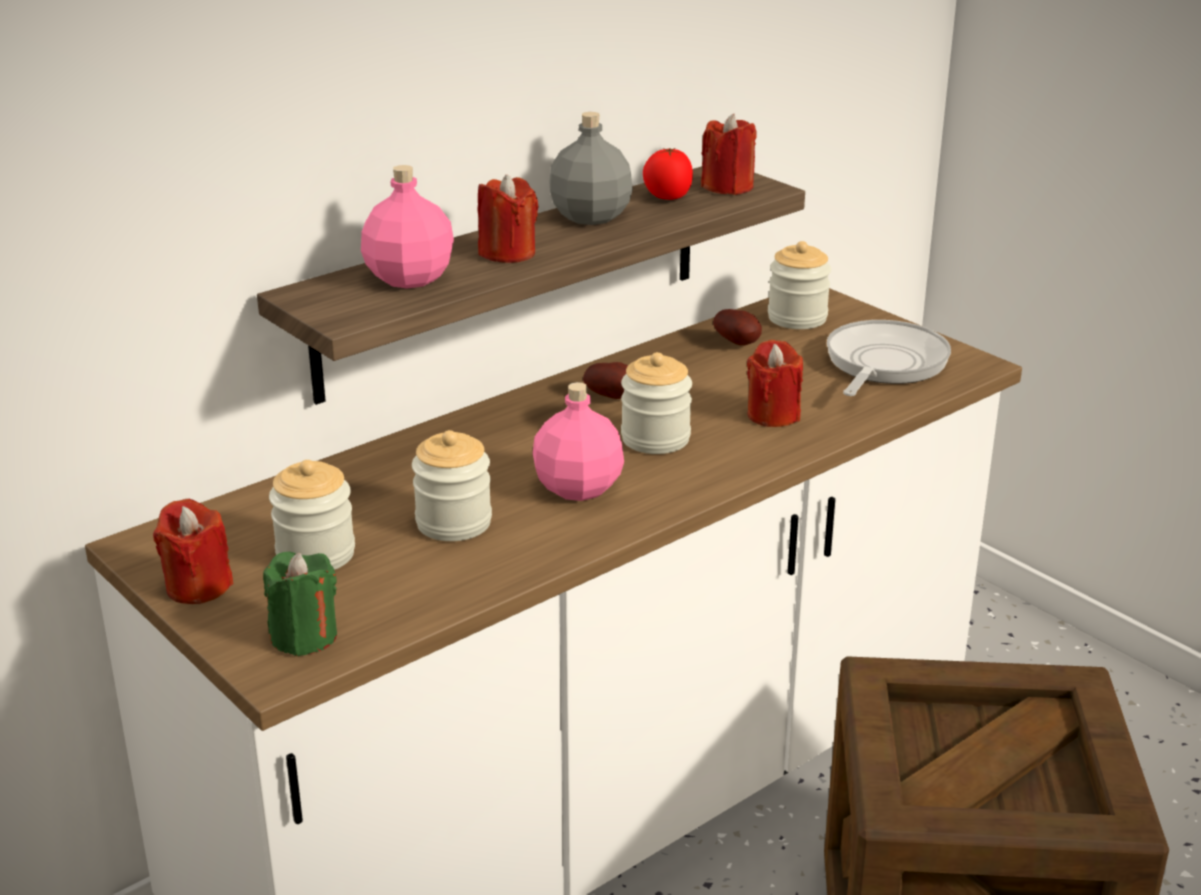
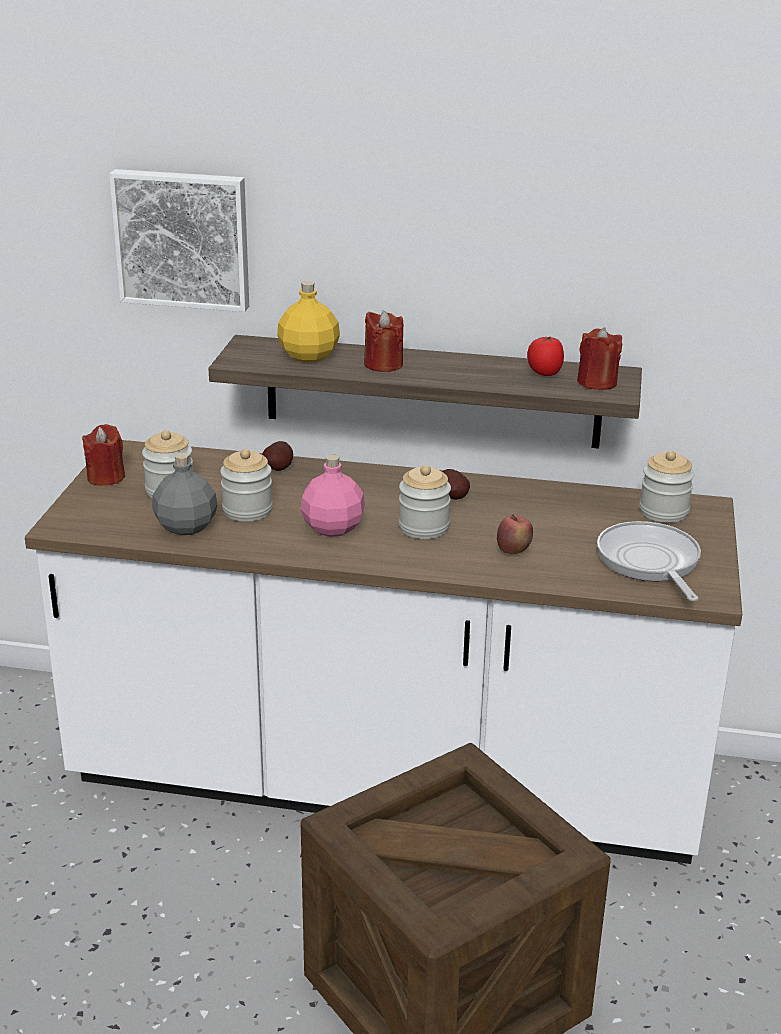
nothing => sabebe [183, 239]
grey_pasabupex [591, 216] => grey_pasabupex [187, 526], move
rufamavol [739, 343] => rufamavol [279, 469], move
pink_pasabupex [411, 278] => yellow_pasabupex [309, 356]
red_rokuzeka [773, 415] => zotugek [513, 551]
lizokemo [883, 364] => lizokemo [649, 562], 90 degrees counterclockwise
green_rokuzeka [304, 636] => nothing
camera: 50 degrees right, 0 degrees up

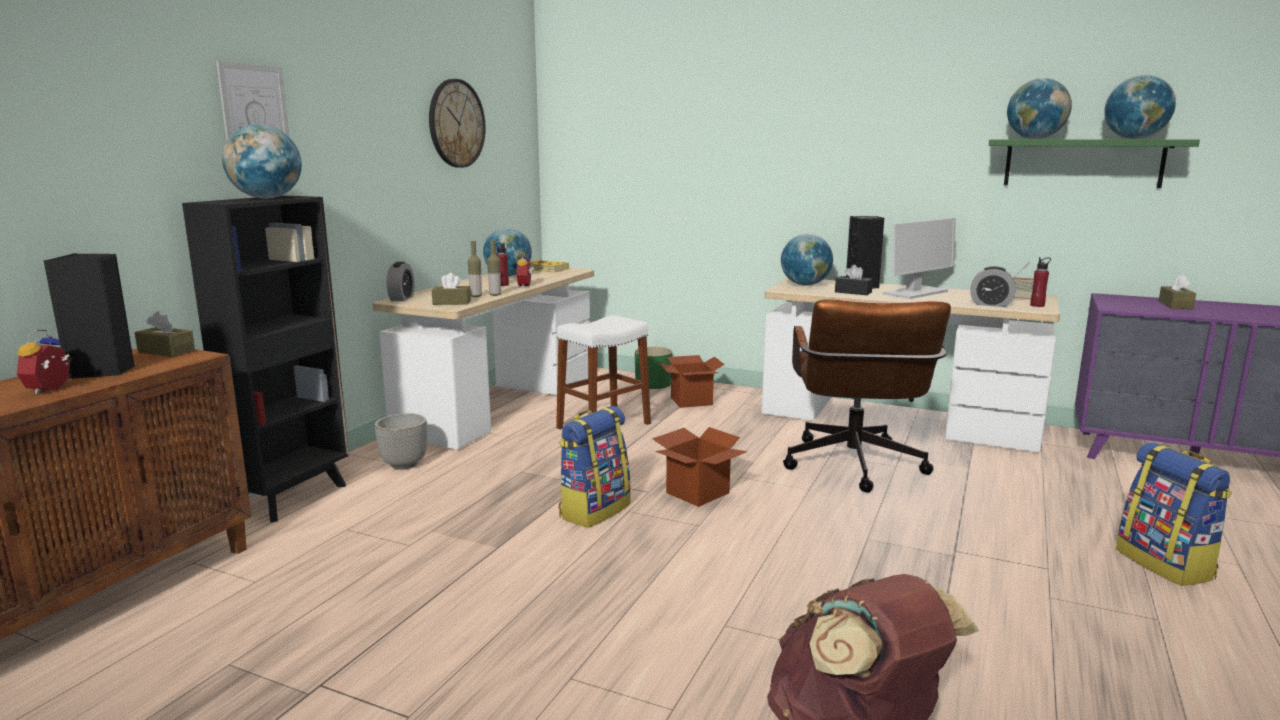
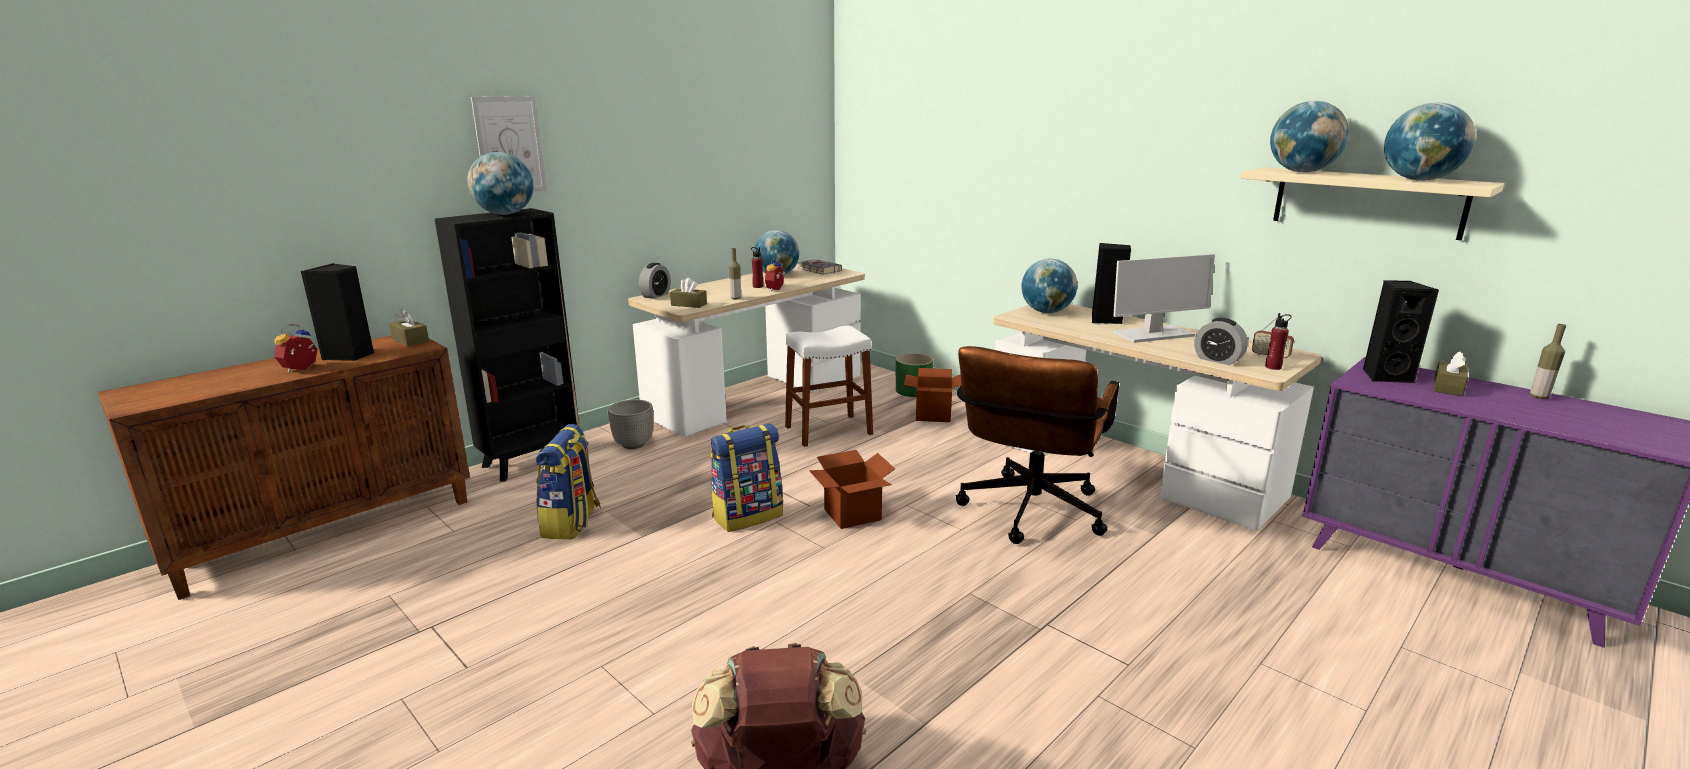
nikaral [1166, 564] => nikaral [572, 523], move
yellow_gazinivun [543, 269] => grey_gazinivun [818, 269]
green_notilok [1082, 163] => beige_notilok [1367, 202]
nothing => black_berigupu [1385, 376]
pasabupex [476, 296] => pasabupex [1539, 397], move
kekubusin [456, 123] => nothing
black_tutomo [853, 292] => nothing
camera: 20 degrees right, 5 degrees up

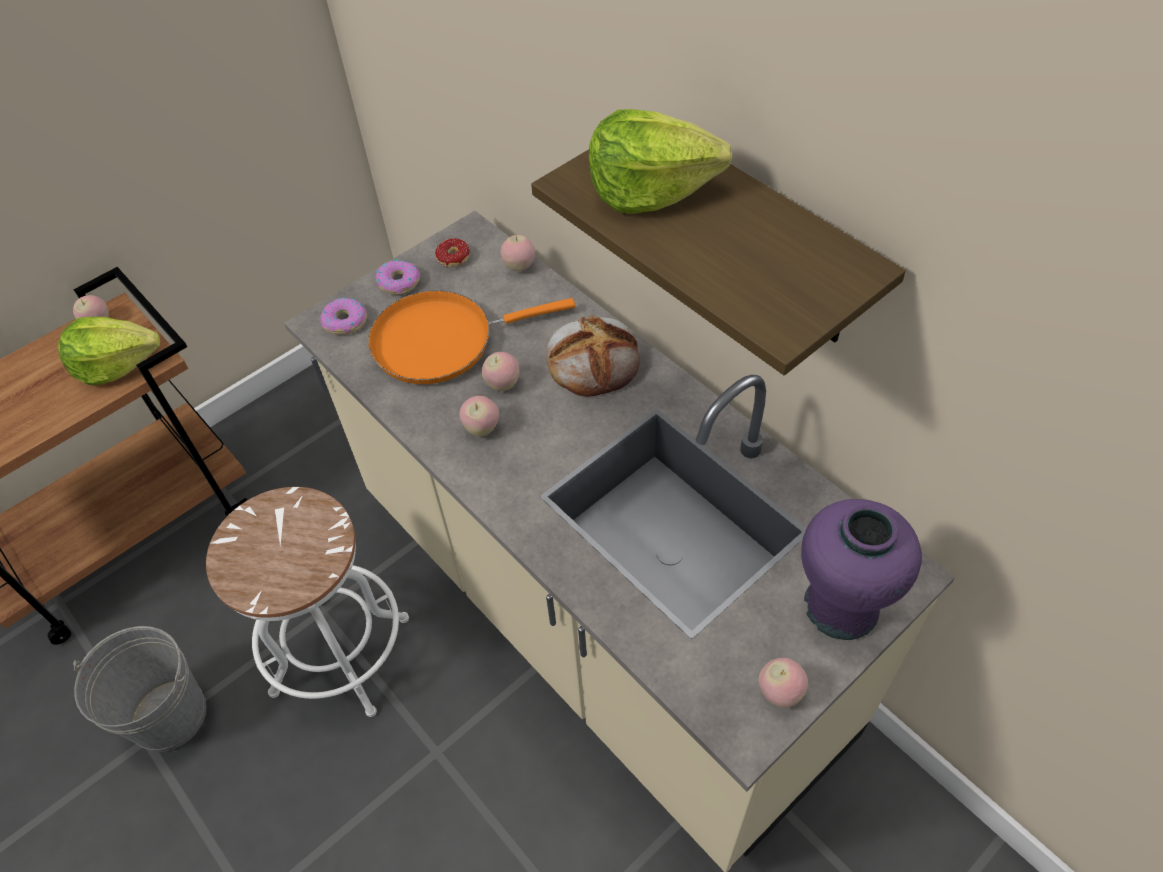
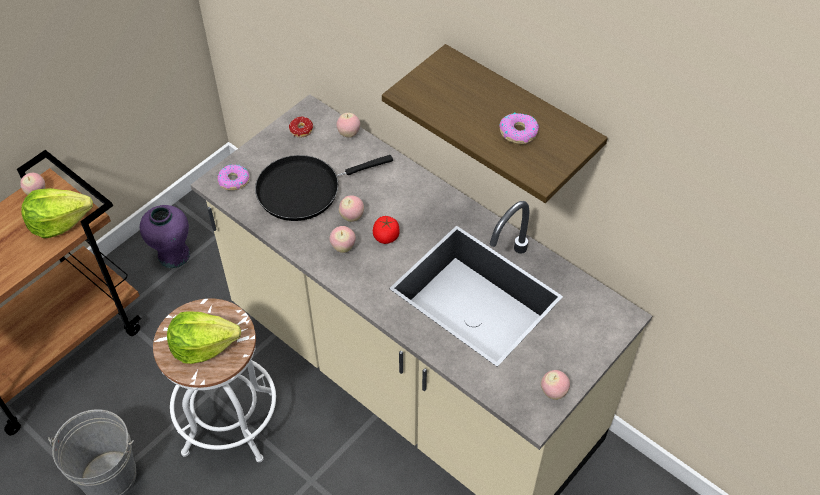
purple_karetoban [841, 608] => purple_karetoban [174, 256], move
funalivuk [650, 190] => funalivuk [203, 345], move
orange_lizokemo [442, 340] => black_lizokemo [304, 190]
nothing => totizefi [386, 236]
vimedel [398, 282] => vimedel [518, 132], move
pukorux [594, 360] => nothing
camera: 10 degrees left, 0 degrees up

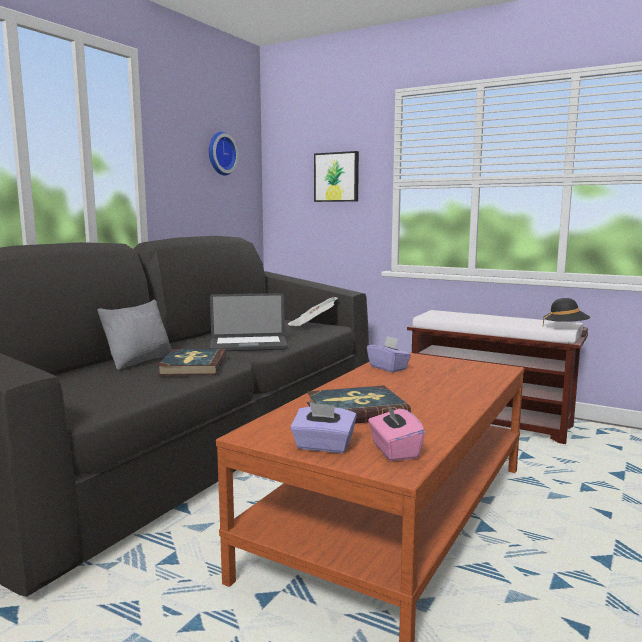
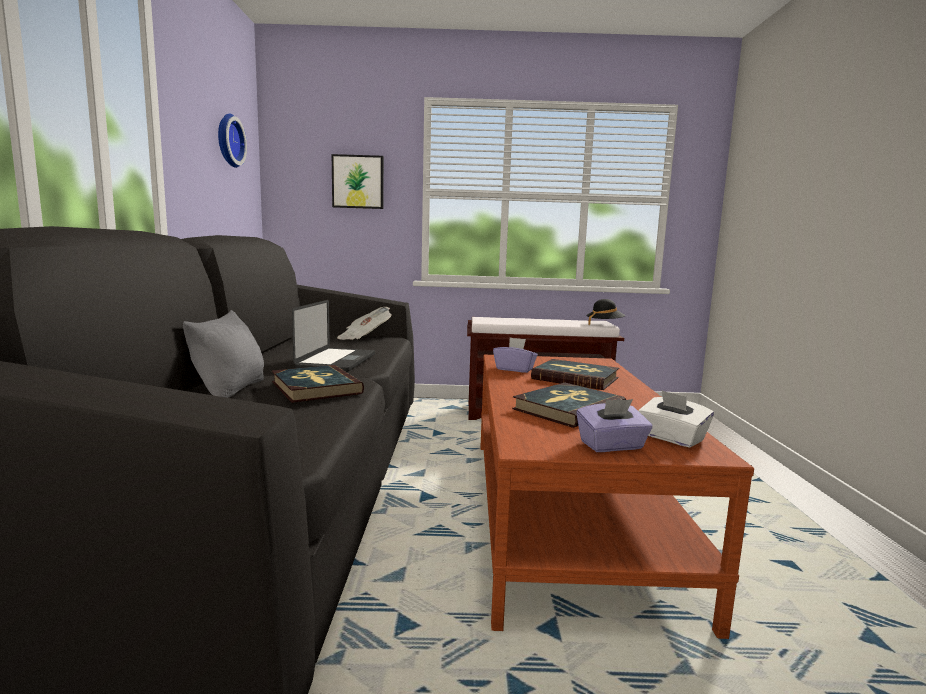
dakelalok [248, 345] => dakelalok [337, 361], 45 degrees counterclockwise
nothing => gazinivun [575, 378]
pink_tutomo [394, 450] => white_tutomo [671, 438]
camera: 30 degrees left, 0 degrees up

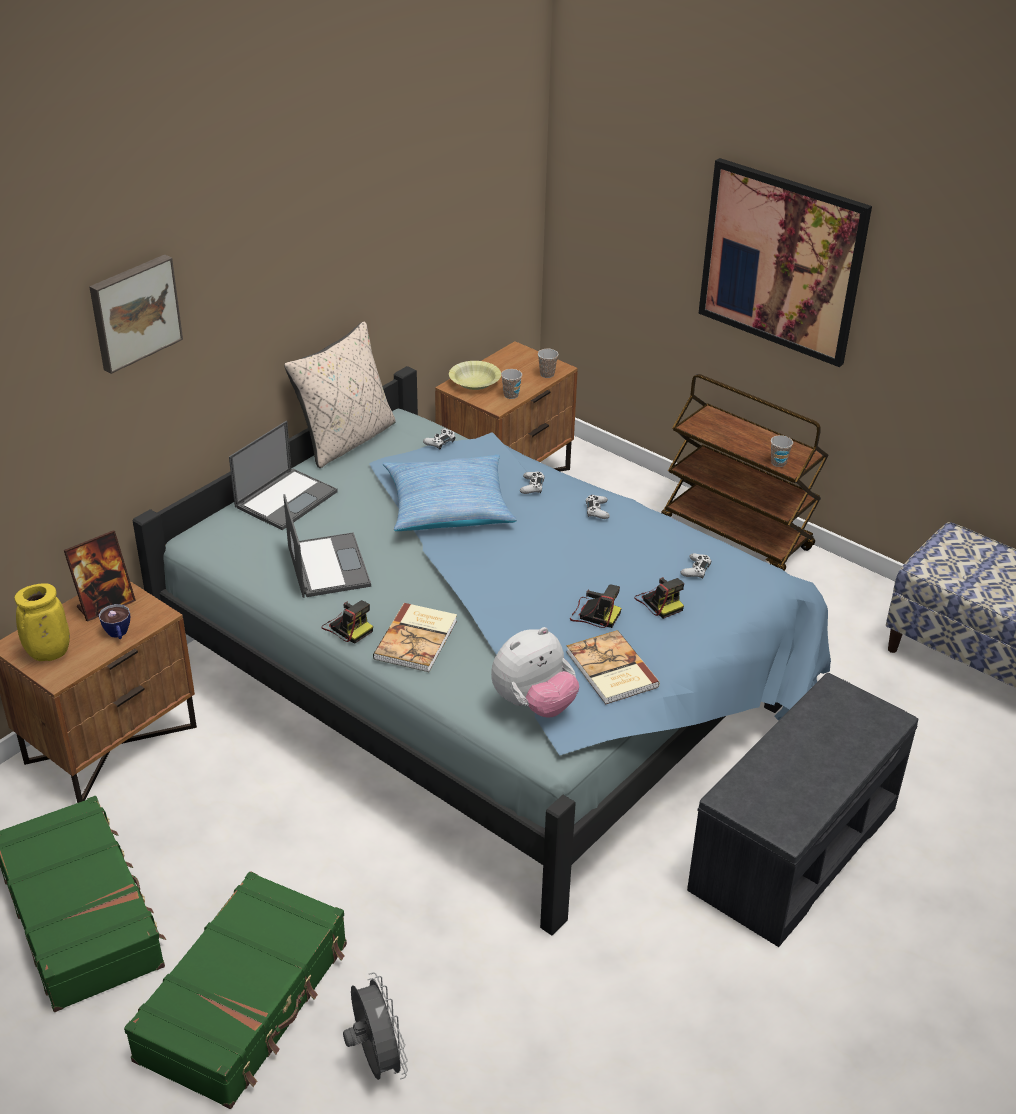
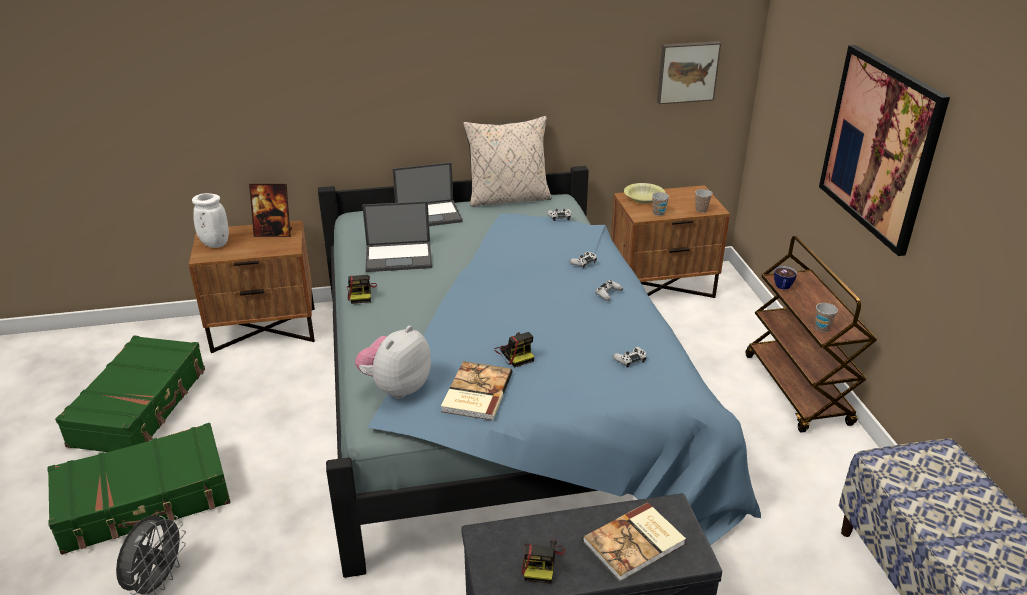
yellow_karetoban [48, 654] => white_karetoban [214, 244]
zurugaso [533, 704] => zurugaso [396, 387], 120 degrees clockwise
dakelalok [327, 565] => dakelalok [399, 257], 60 degrees clockwise
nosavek [659, 602] => nosavek [541, 562], move
gazinivun [418, 639] => gazinivun [635, 543], move
sabebe [134, 312] => sabebe [687, 71], move
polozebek [118, 634] => polozebek [782, 287], move
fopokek [448, 505] => nothing
camera: 40 degrees right, 5 degrees down

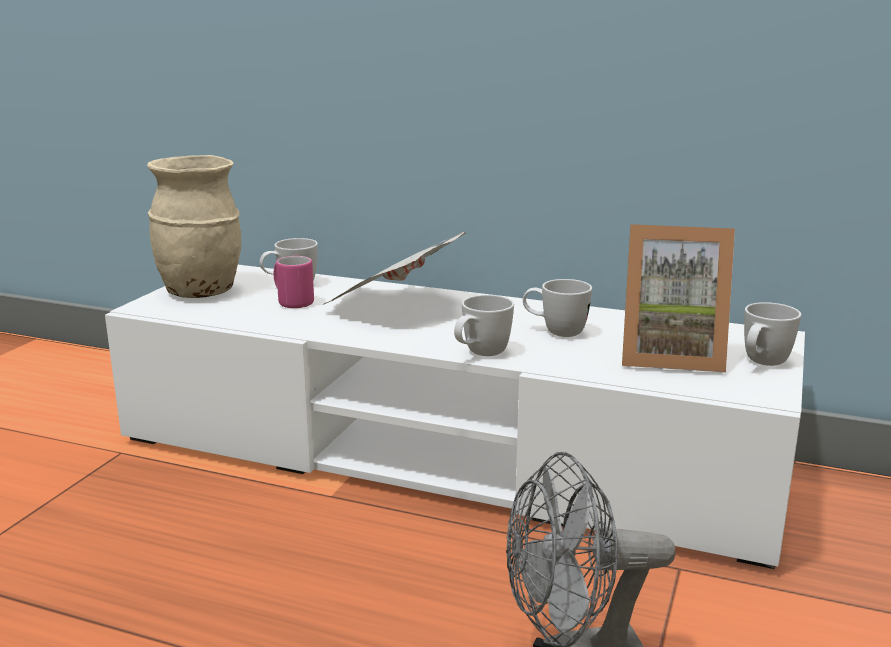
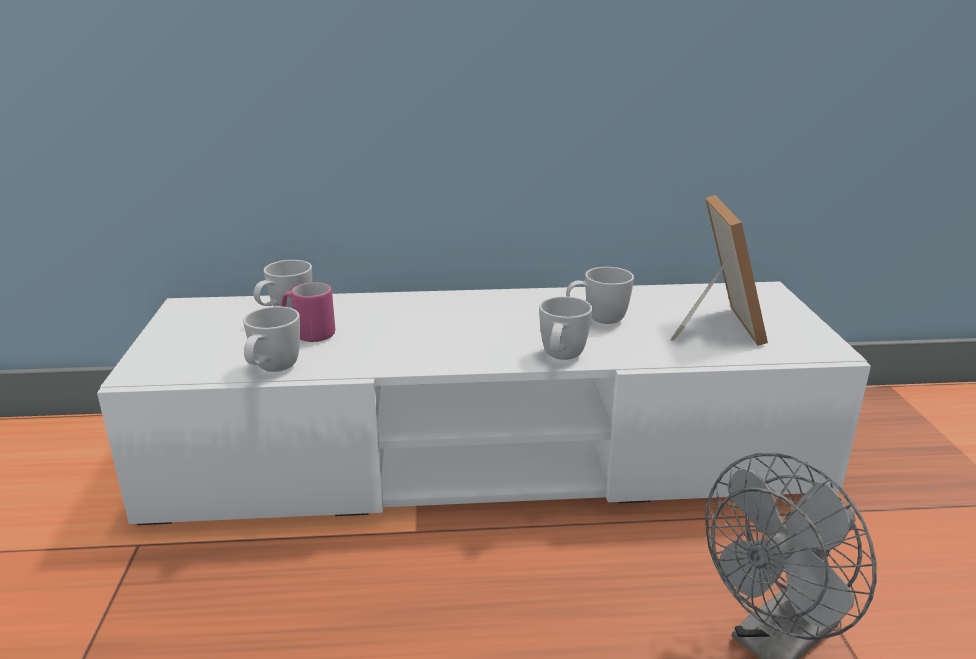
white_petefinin [762, 364] => white_petefinin [272, 371], move
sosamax [670, 356] => sosamax [715, 326], 75 degrees counterclockwise
beige_karetoban [202, 292] => nothing
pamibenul [394, 306] => nothing
camera: 25 degrees left, 5 degrees up

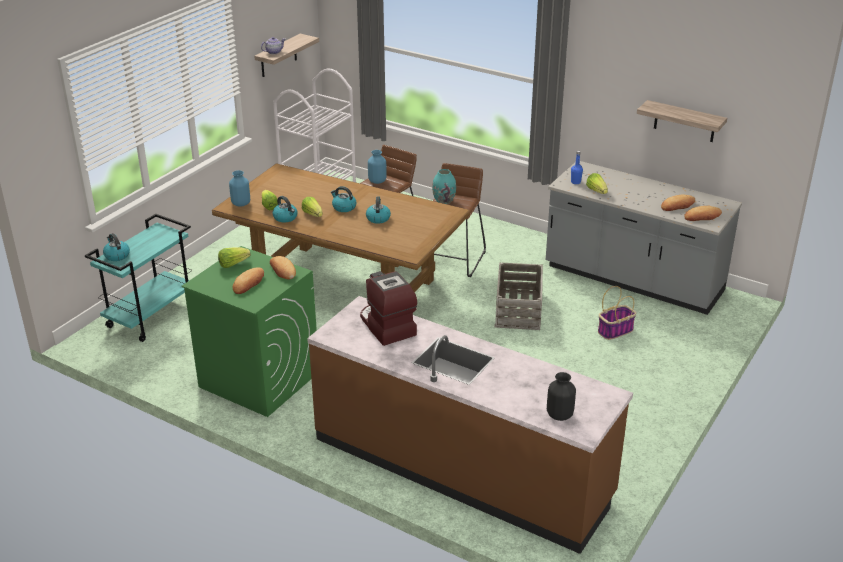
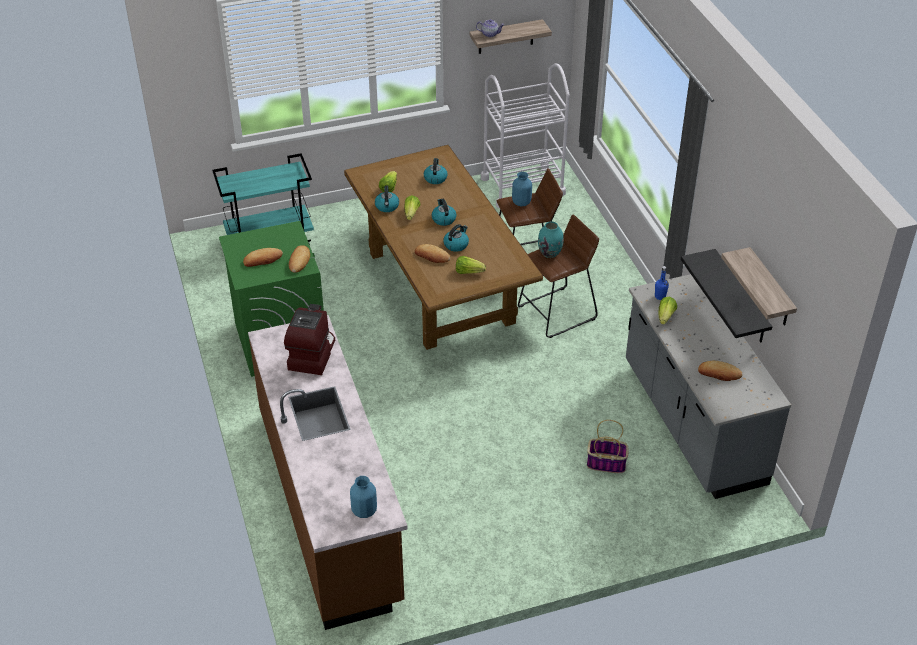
blue_karetoban [241, 203] => blue_karetoban [364, 511], move
pukorux [702, 217] => pukorux [432, 256], move
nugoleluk [116, 255] => nugoleluk [435, 178], move
funalivuk [233, 264] => funalivuk [468, 272], move
nothing => black_notilok [740, 298]
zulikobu [519, 309] => nothing
black_karetoban [559, 415] => nothing
camera: 40 degrees right, 10 degrees up

